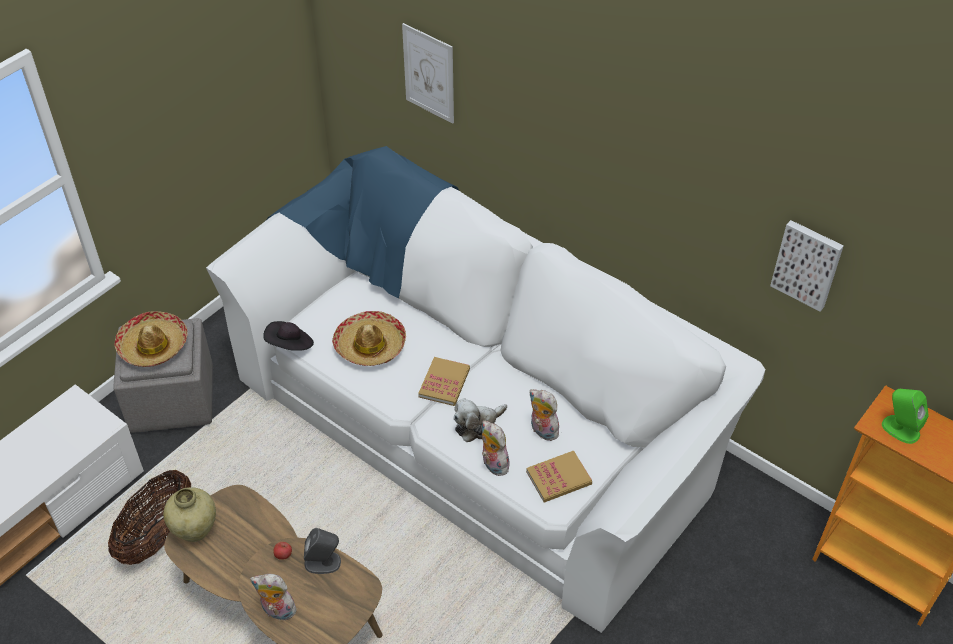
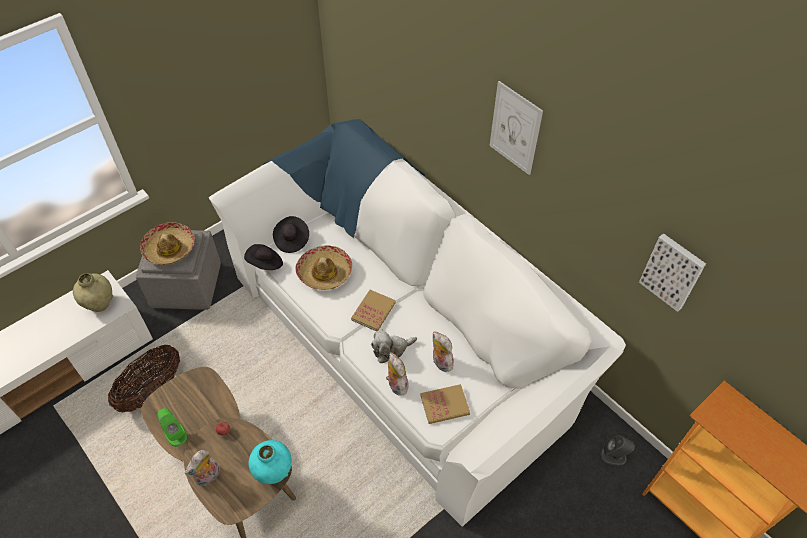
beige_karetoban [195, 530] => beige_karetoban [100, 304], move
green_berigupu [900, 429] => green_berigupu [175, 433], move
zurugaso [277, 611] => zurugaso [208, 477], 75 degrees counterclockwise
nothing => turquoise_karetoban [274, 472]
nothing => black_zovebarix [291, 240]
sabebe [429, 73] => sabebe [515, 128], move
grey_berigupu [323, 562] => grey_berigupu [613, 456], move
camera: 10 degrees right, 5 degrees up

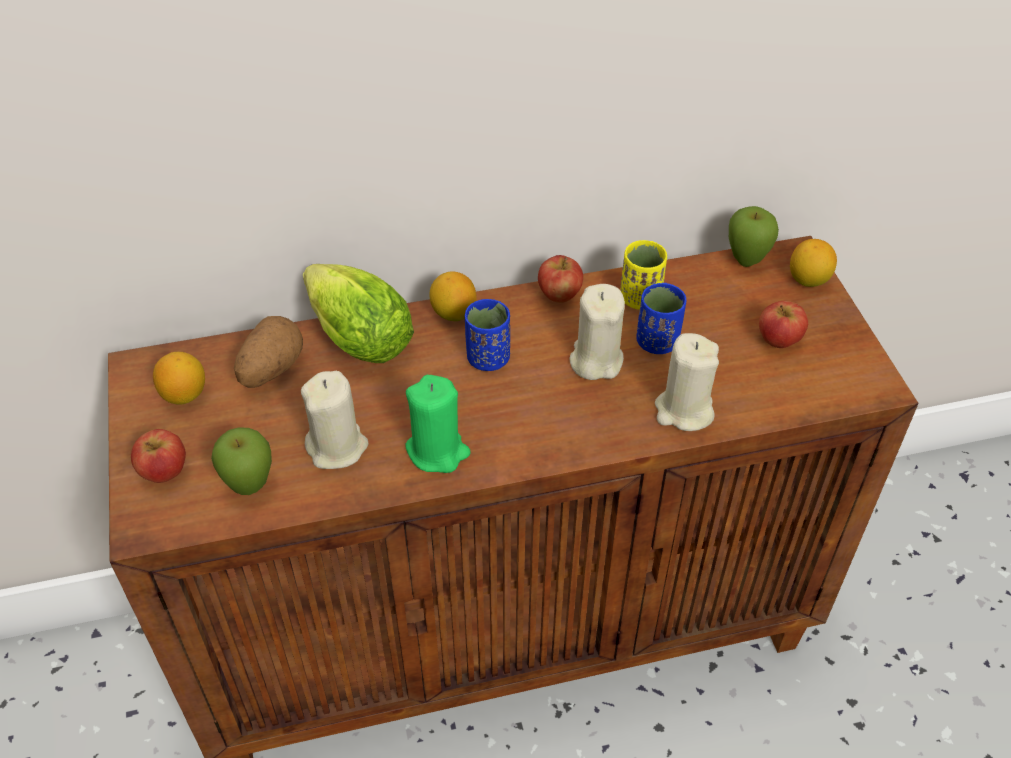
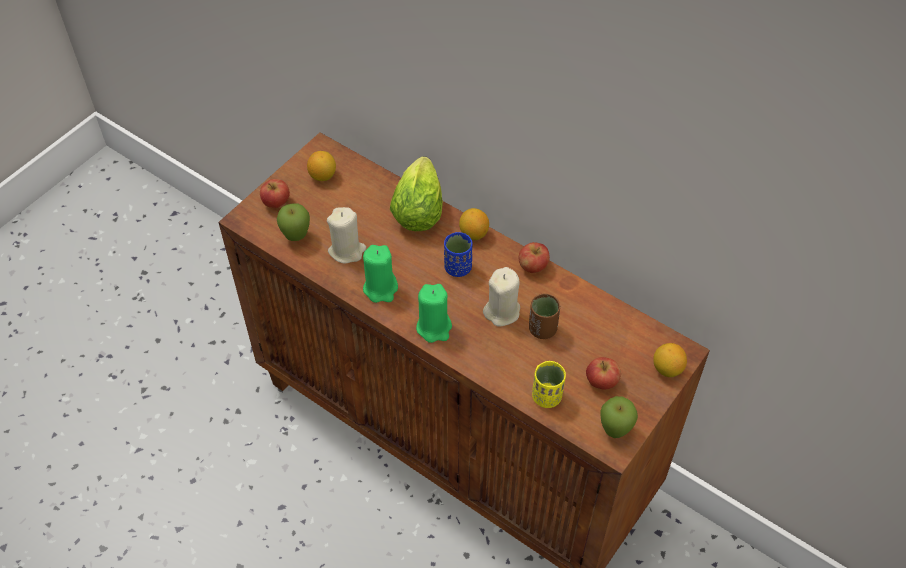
nothing => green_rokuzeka [434, 327]
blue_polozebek [657, 342] => brown_polozebek [542, 329]
yellow_polozebek [640, 298] => yellow_polozebek [547, 397], move
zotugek [746, 261] => zotugek [614, 431], move
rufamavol [271, 369] => nothing
beige_rokuzeka [683, 411] => nothing
camera: 50 degrees right, 5 degrees up

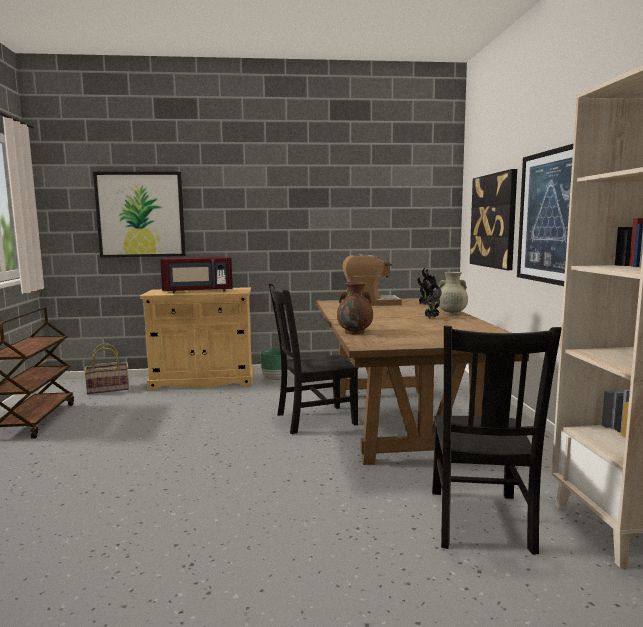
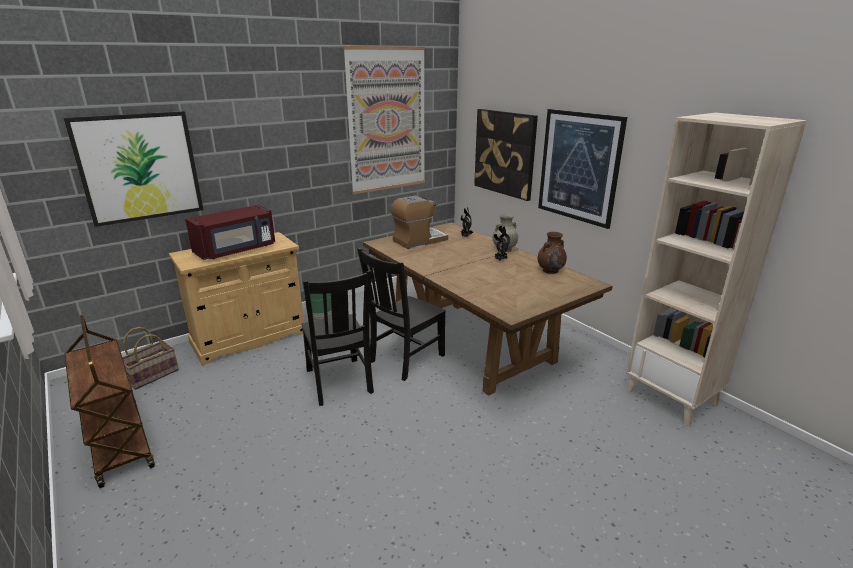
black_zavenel [480, 522] => black_zavenel [339, 382], move
nothing => sabebe [387, 121]
brown_karetoban [355, 332] => brown_karetoban [550, 270], move
camera: 30 degrees left, 15 degrees up

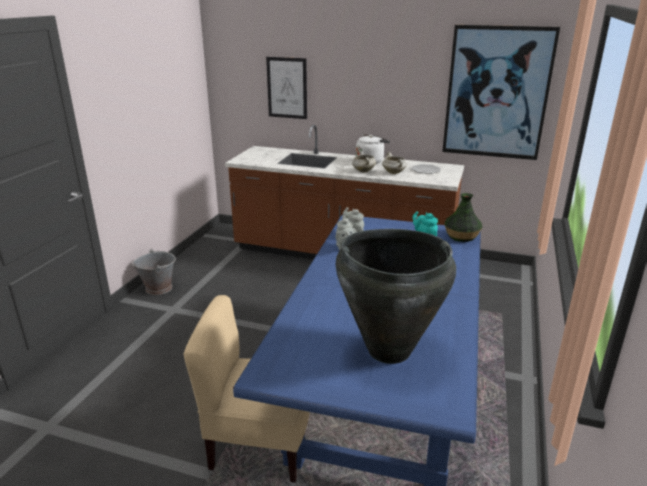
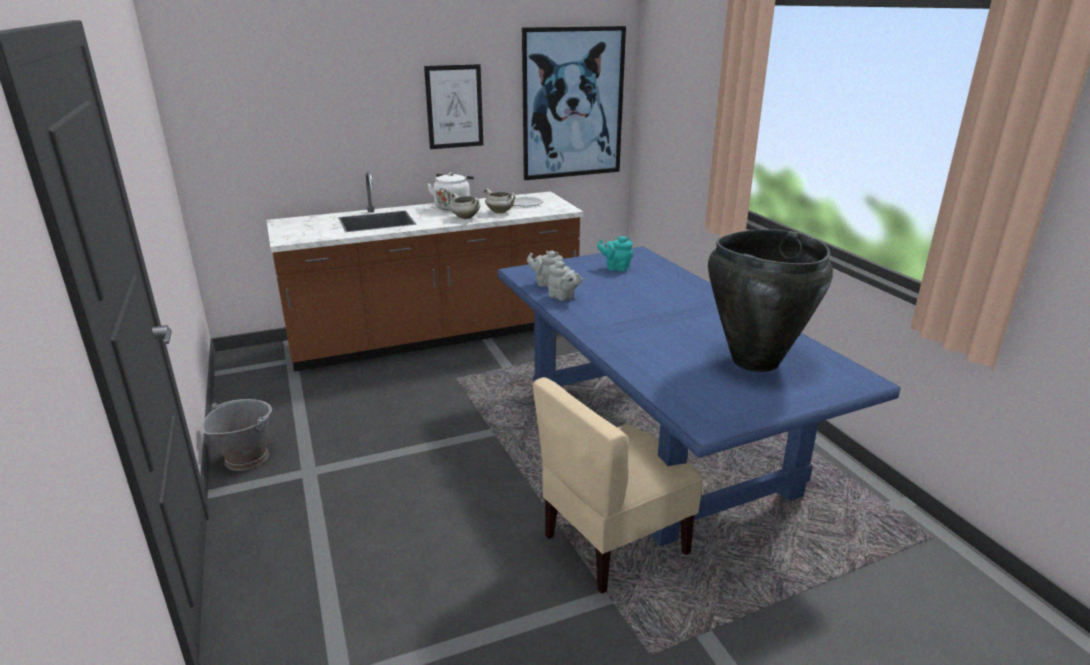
sabebe [287, 88] => sabebe [454, 107], move
karetoban [461, 236] => nothing
camera: 40 degrees left, 0 degrees up

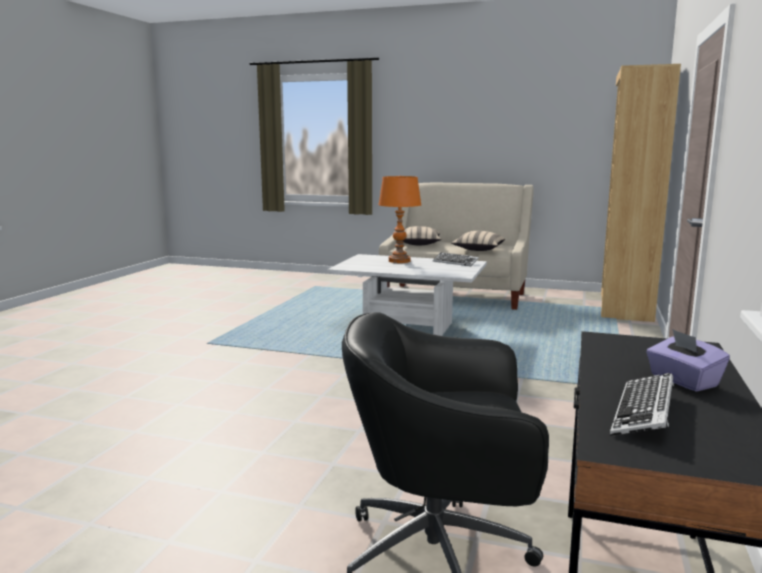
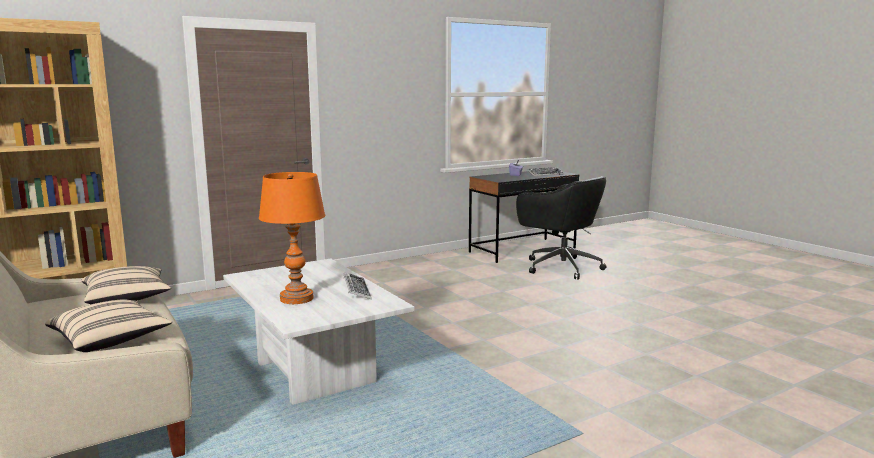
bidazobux [455, 262] => bidazobux [356, 290], move
camera: 140 degrees left, 0 degrees up

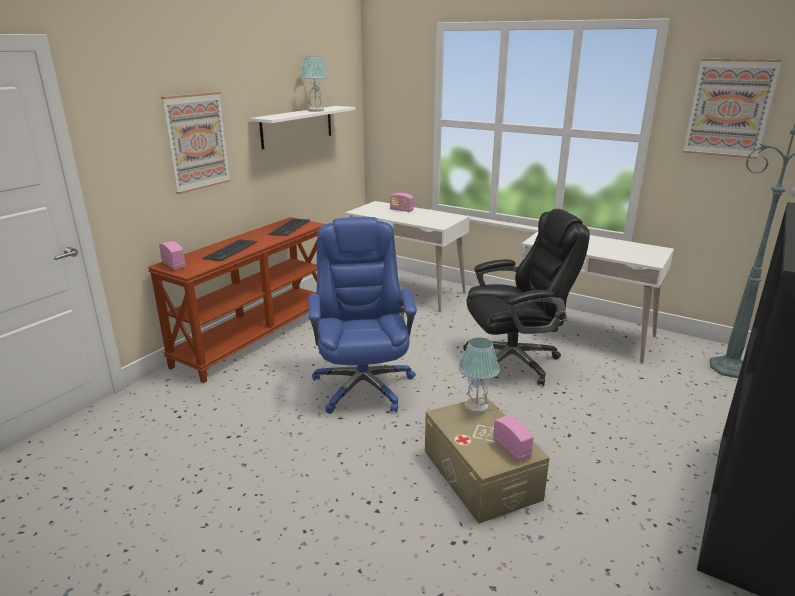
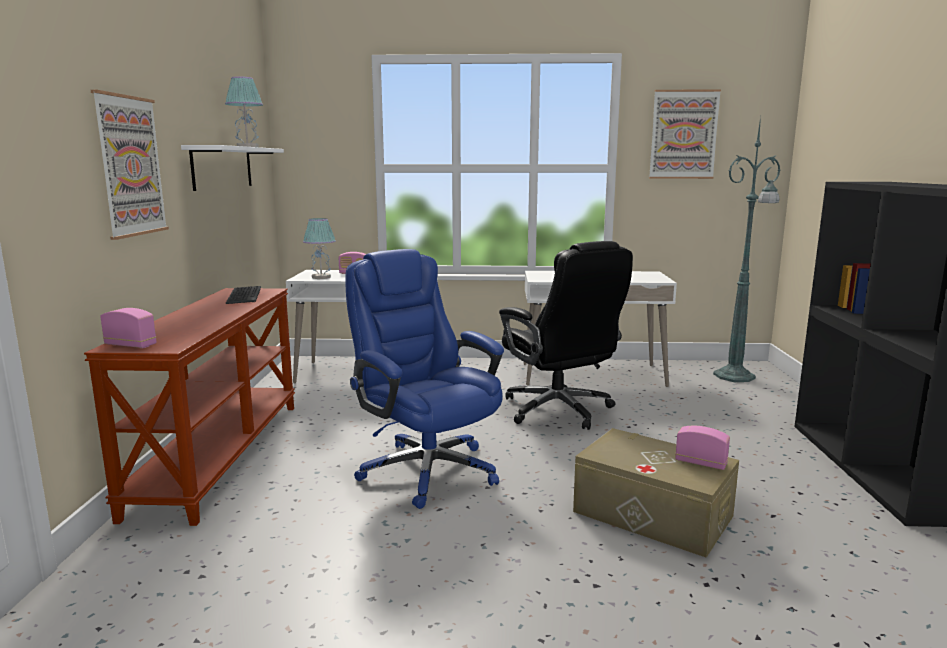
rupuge [476, 407] => rupuge [321, 277], move
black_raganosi [514, 361] => black_raganosi [559, 410], 105 degrees clockwise
bidazobux [230, 250] => nothing
camera: 30 degrees left, 10 degrees down

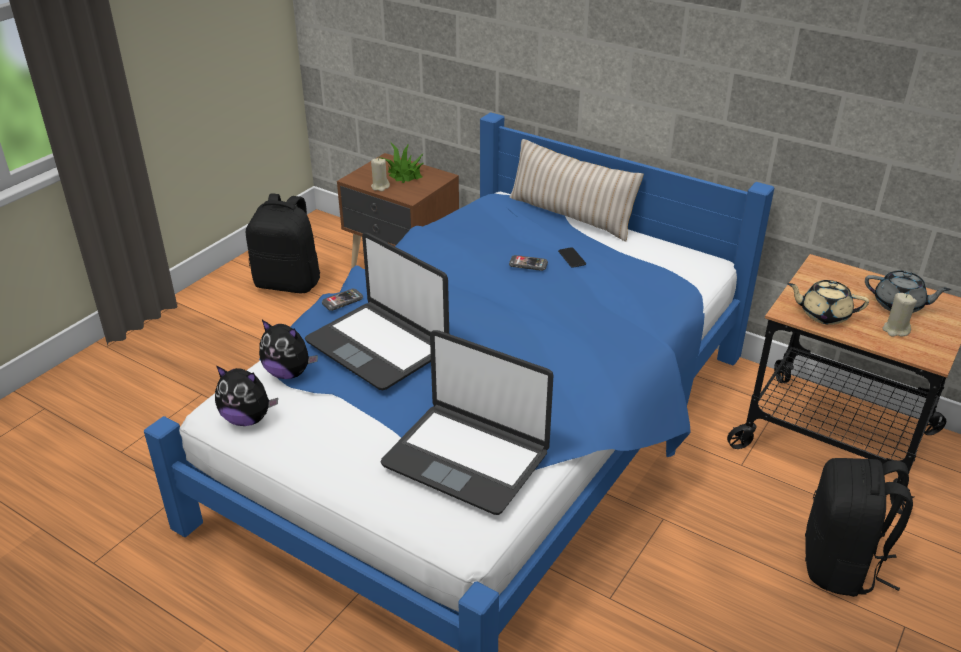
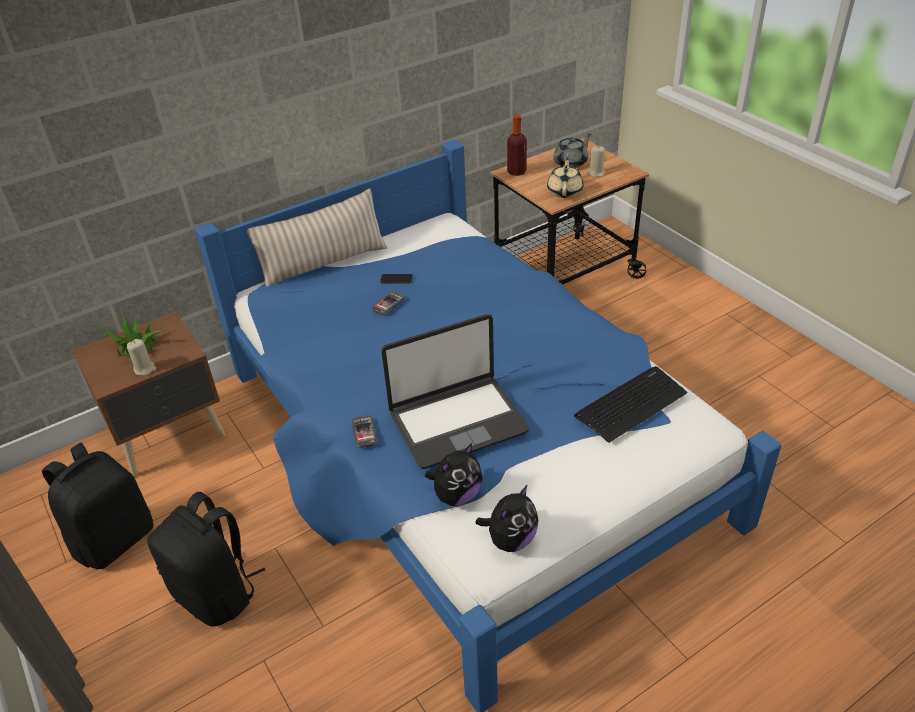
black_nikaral [841, 565] => black_nikaral [217, 593], move
nothing => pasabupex [516, 172]
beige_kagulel [823, 314] => beige_kagulel [565, 191], 150 degrees clockwise
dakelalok [466, 458] => bidazobux [631, 404]
camera: 65 degrees left, 5 degrees up

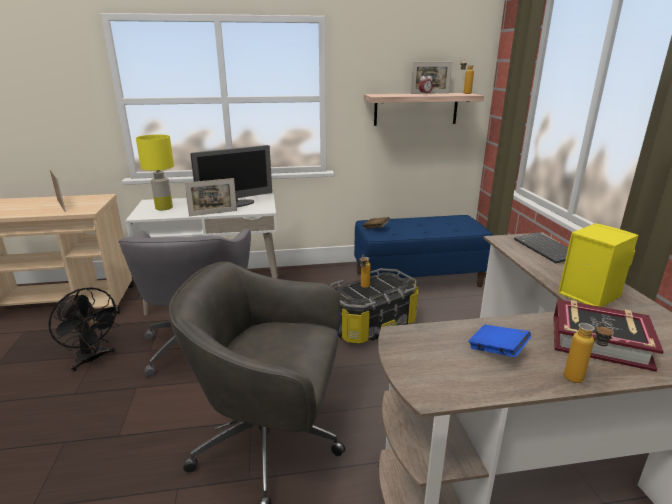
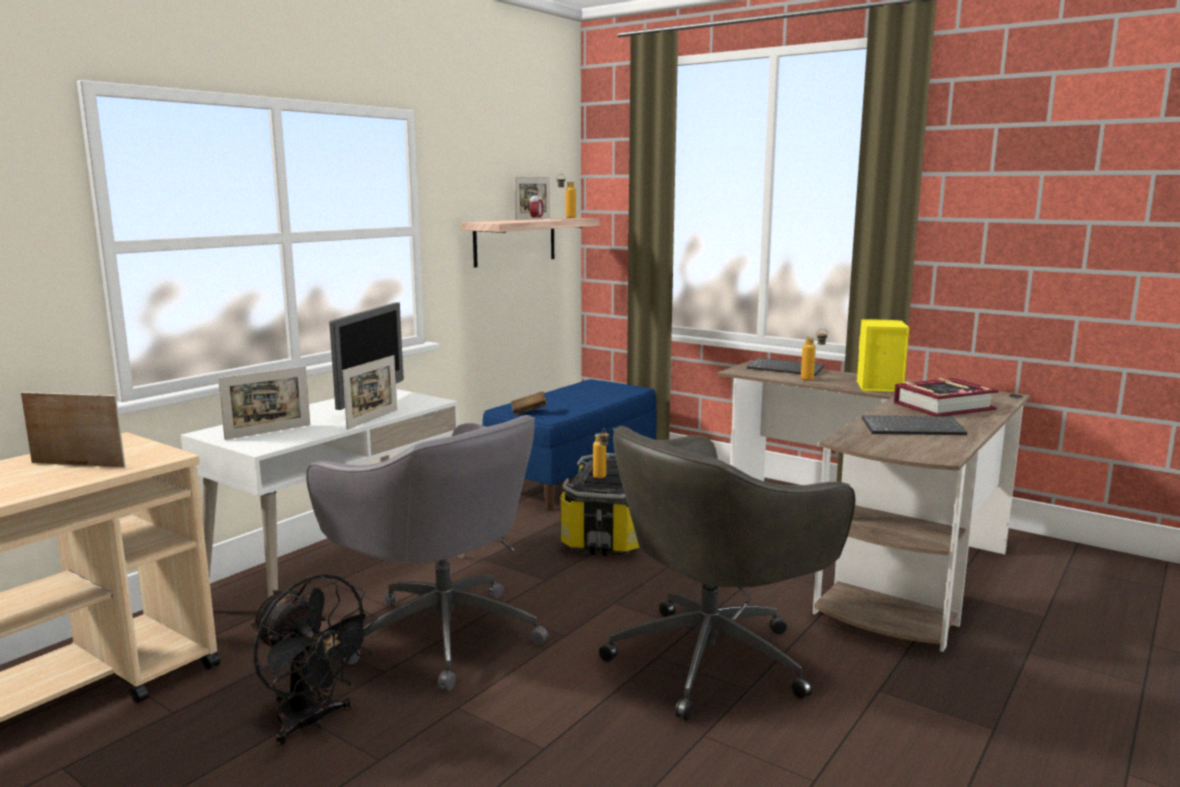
yellow_rupuge [164, 208] => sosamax [268, 432]
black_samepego [92, 359] => black_samepego [312, 722], 45 degrees clockwise
pasabupex [580, 382] => pasabupex [812, 379], move
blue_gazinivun [497, 351] => bidazobux [913, 428]
camera: 45 degrees left, 10 degrees down

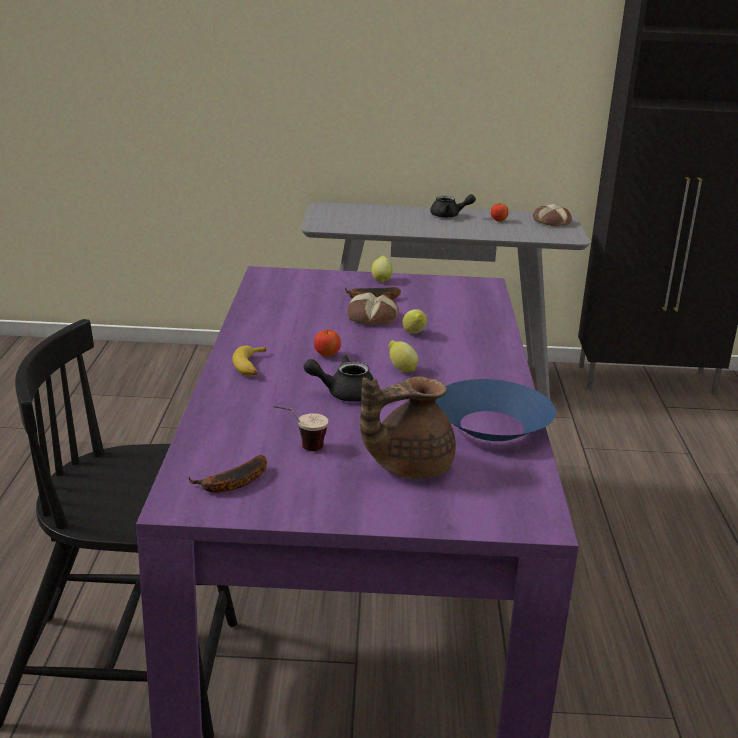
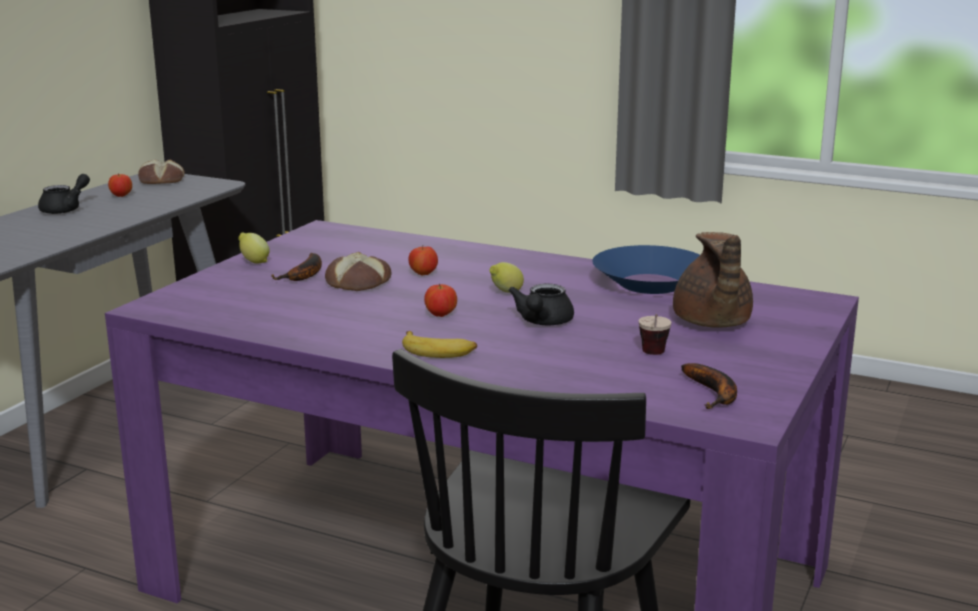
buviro [414, 334] => zotugek [423, 274]
camera: 65 degrees left, 5 degrees down

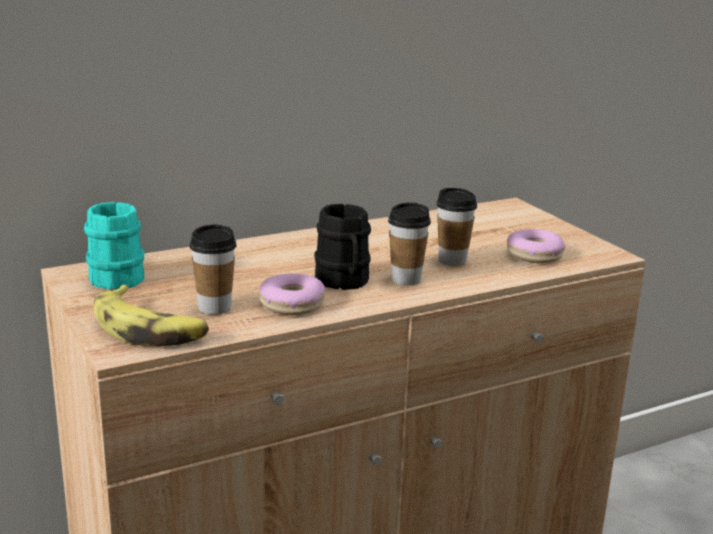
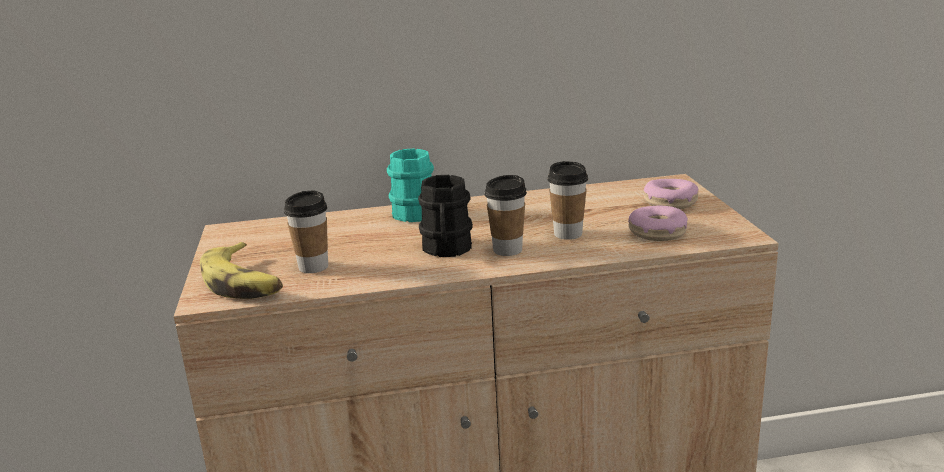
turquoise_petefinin [115, 275] => turquoise_petefinin [414, 211], move
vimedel [292, 304] => vimedel [670, 202], move
camera: 20 degrees right, 0 degrees up

